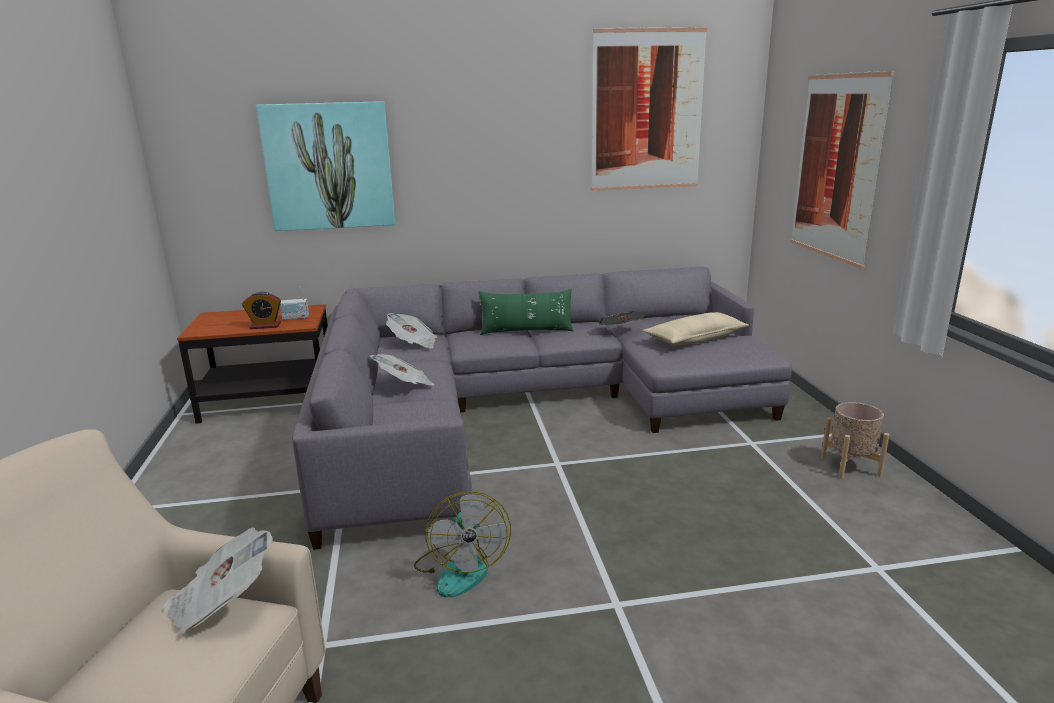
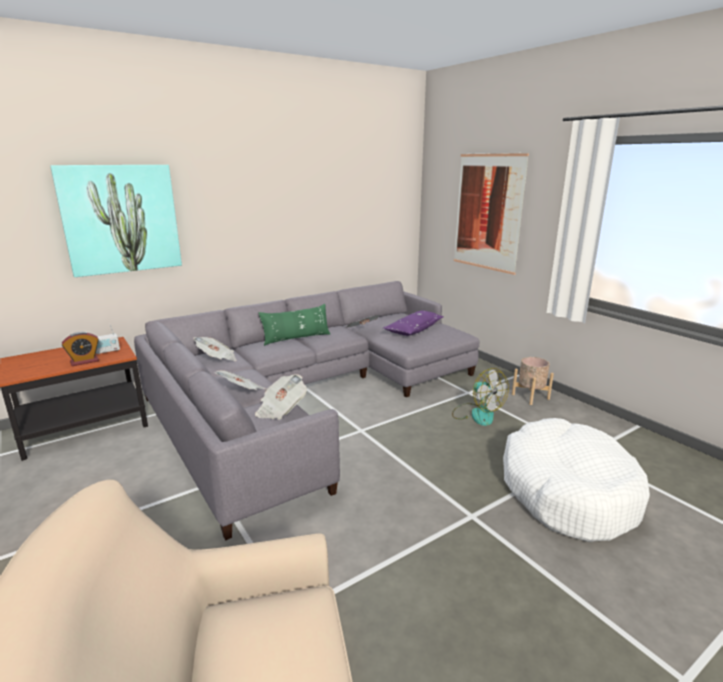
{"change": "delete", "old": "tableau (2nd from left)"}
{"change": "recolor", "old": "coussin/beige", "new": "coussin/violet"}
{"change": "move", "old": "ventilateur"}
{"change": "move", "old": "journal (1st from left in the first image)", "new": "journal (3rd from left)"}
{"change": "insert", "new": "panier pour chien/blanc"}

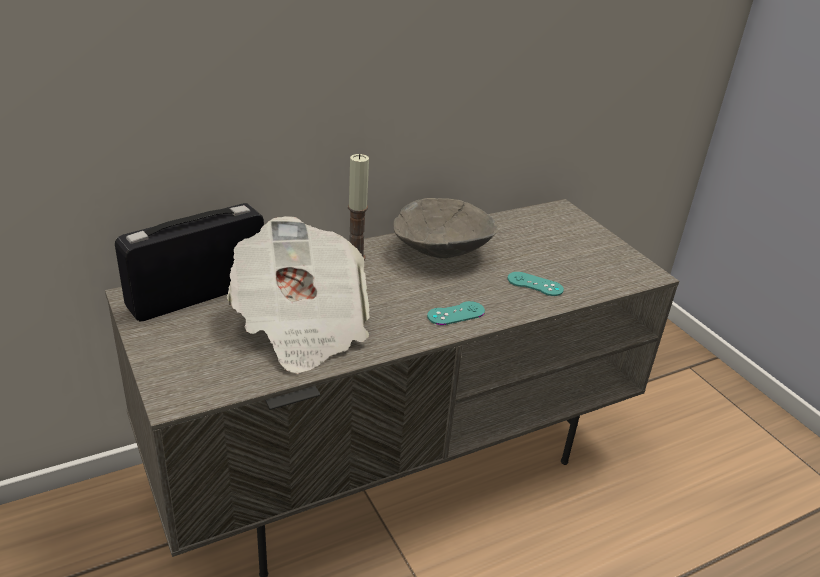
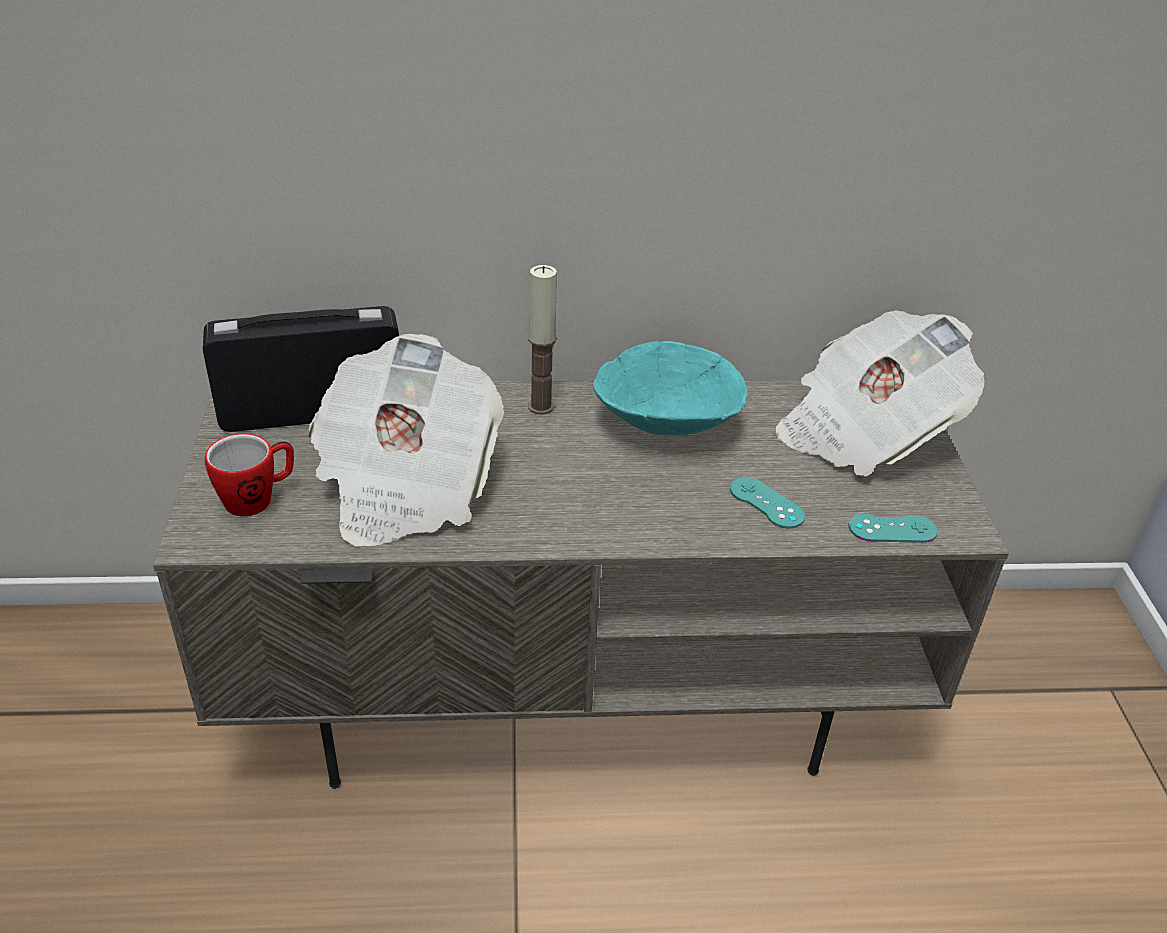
{"change": "recolor", "old": "bol/gris", "new": "bol/turquoise"}
{"change": "move", "old": "manette/turquoise (1st from left in the first image)", "new": "manette/turquoise (2nd from left)"}
{"change": "insert", "new": "journal (2nd from left)"}
{"change": "insert", "new": "mug"}

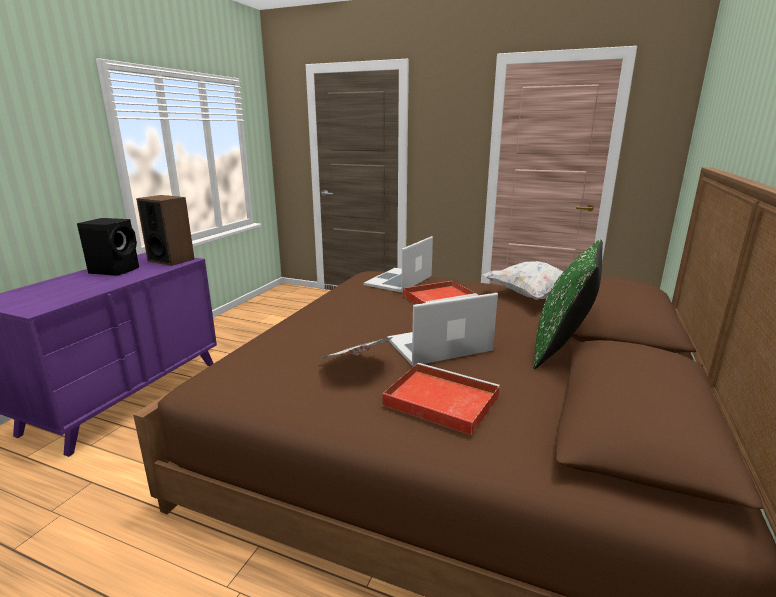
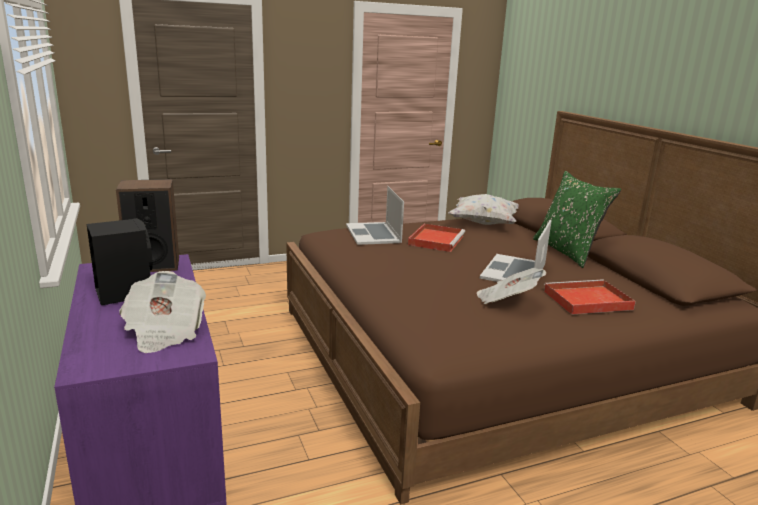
{"change": "insert", "new": "journal (1st from left)"}

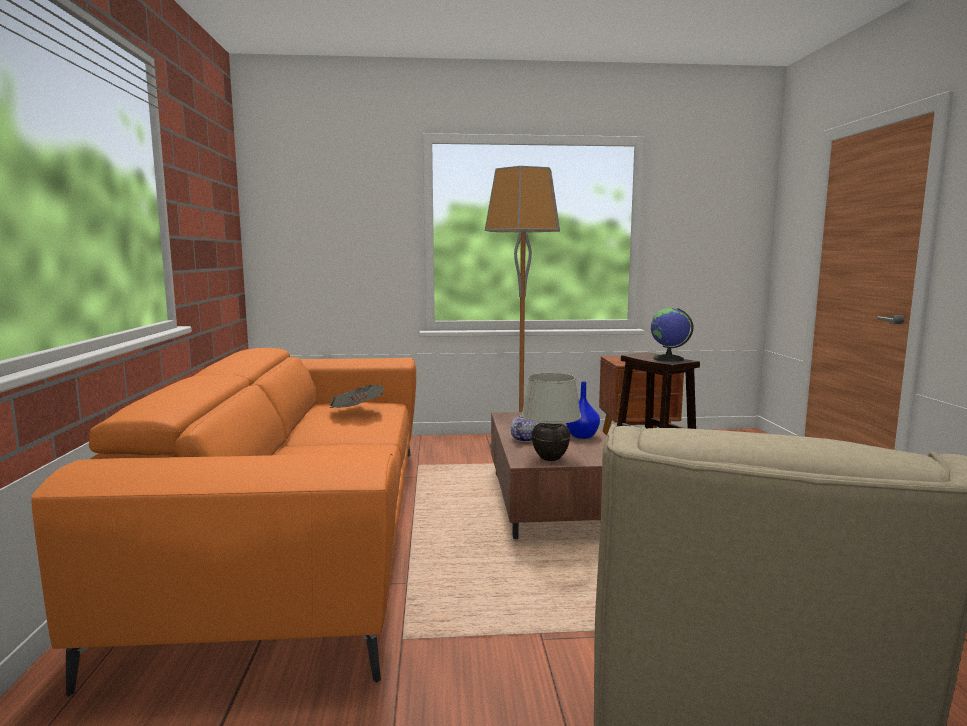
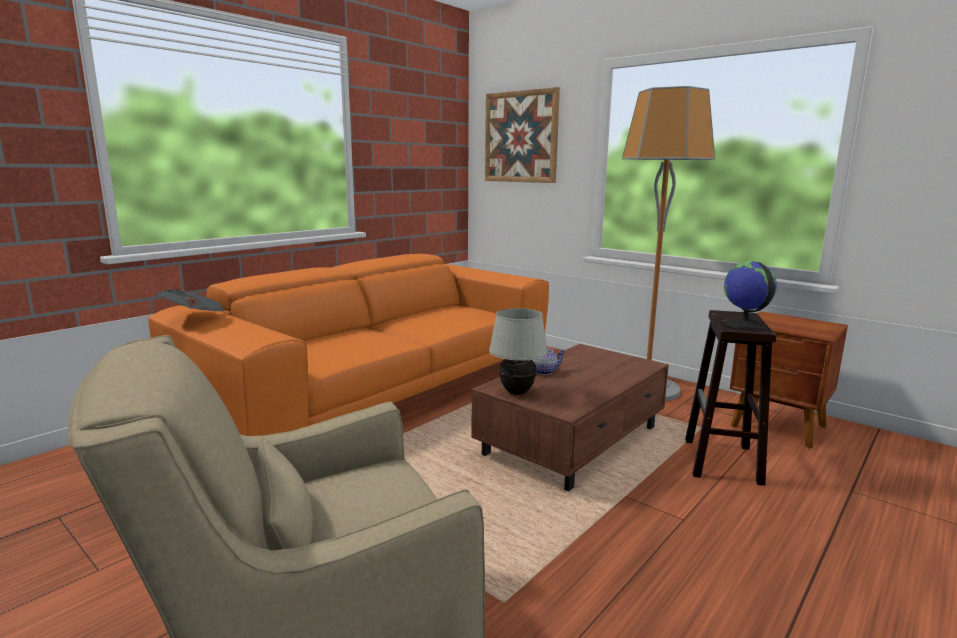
{"change": "delete", "old": "vase/bleu"}
{"change": "move", "old": "journal"}
{"change": "insert", "new": "tableau"}

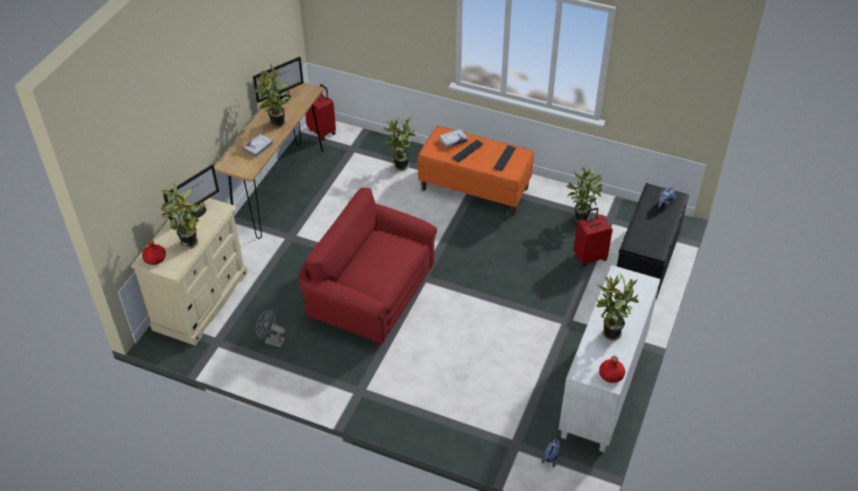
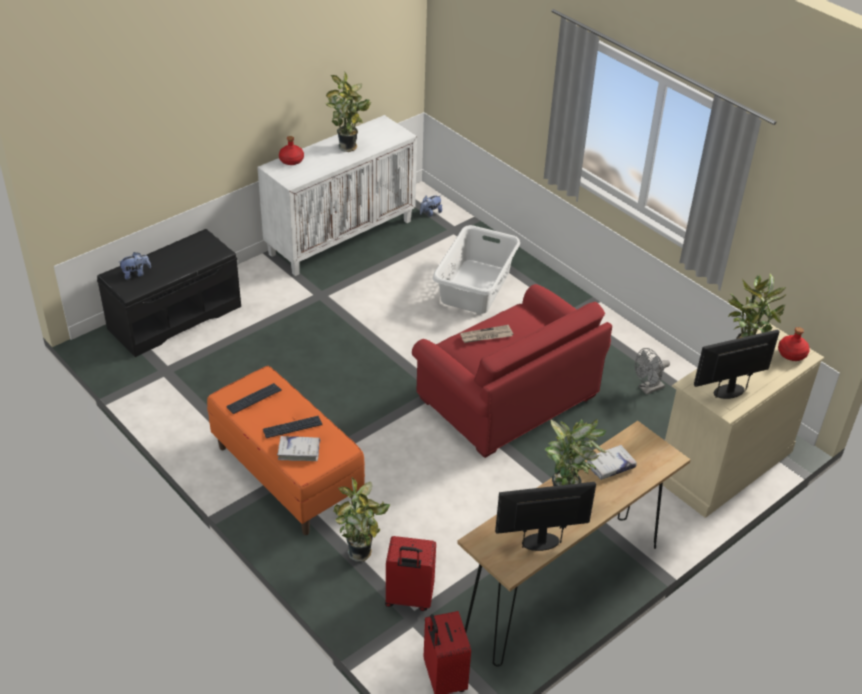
{"change": "delete", "old": "plante en pot (4th from left)"}
{"change": "move", "old": "valise/rouge (2nd from left in the first image)", "new": "valise/rouge (1st from left)"}
{"change": "rotate", "old": "ventilateur/gris", "degrees": 105}
{"change": "move", "old": "bouteille/rouge (2nd from left in the first image)", "new": "bouteille/rouge (1st from left)"}
{"change": "insert", "new": "panier à linge/blanc"}
{"change": "insert", "new": "journal"}

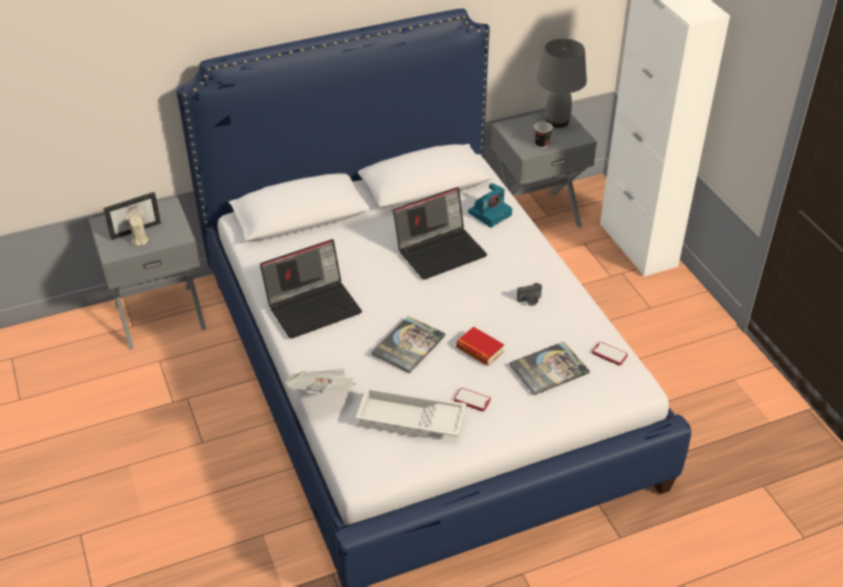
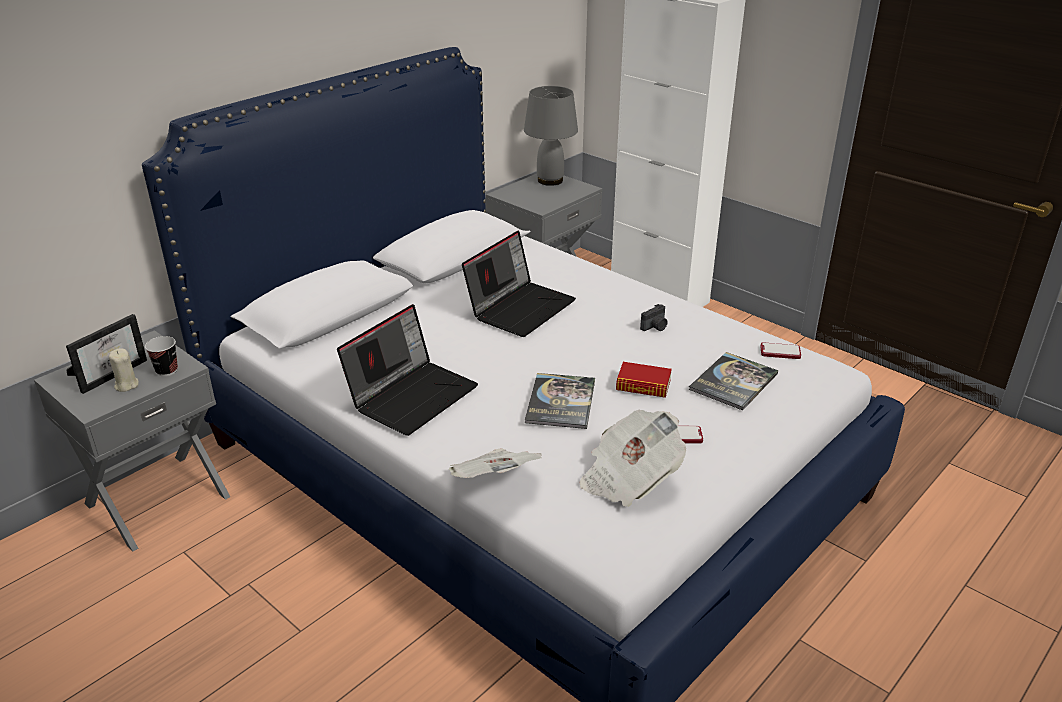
{"change": "move", "old": "tasse"}
{"change": "delete", "old": "appareil photo (1st from left)"}
{"change": "replace", "old": "plateau/blanc", "new": "journal (2nd from left)"}

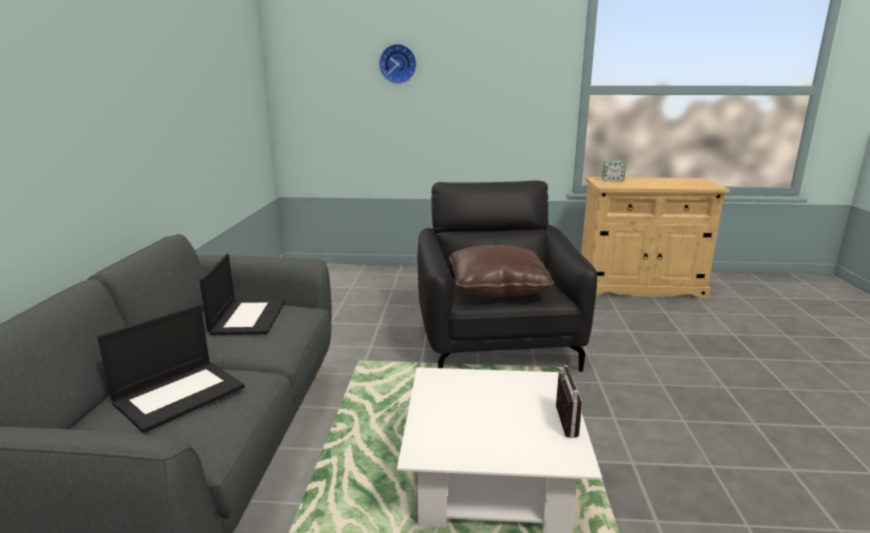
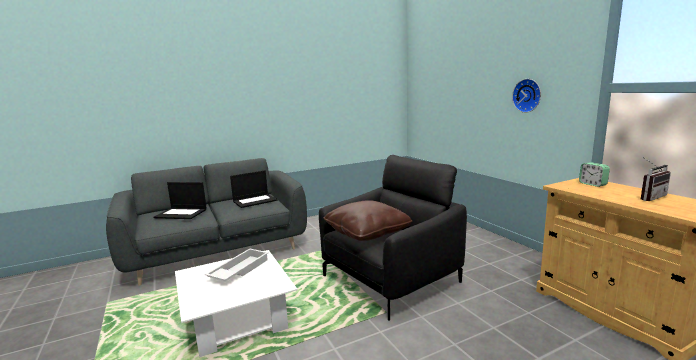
{"change": "move", "old": "horloge murale"}
{"change": "move", "old": "radio"}
{"change": "insert", "new": "plateau/blanc"}

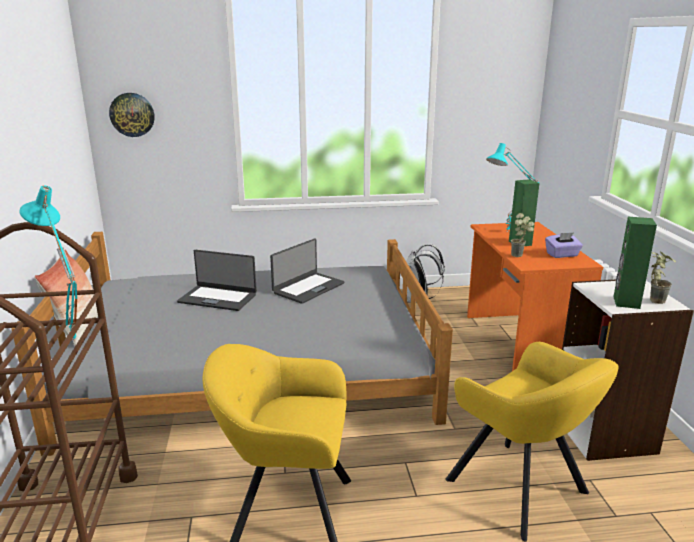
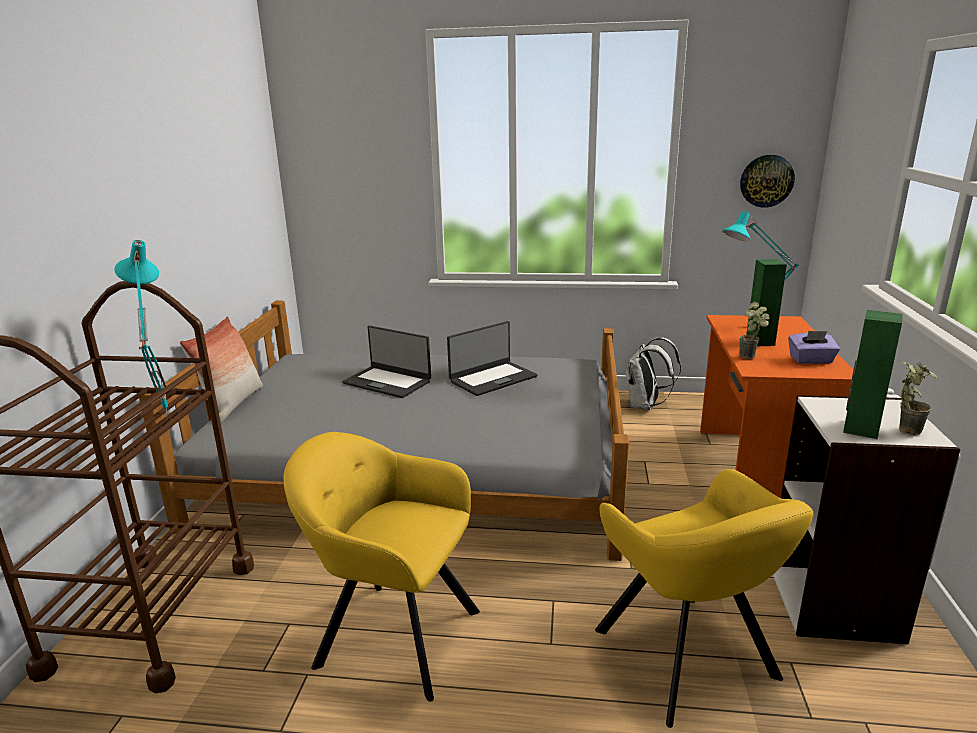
{"change": "move", "old": "horloge murale"}

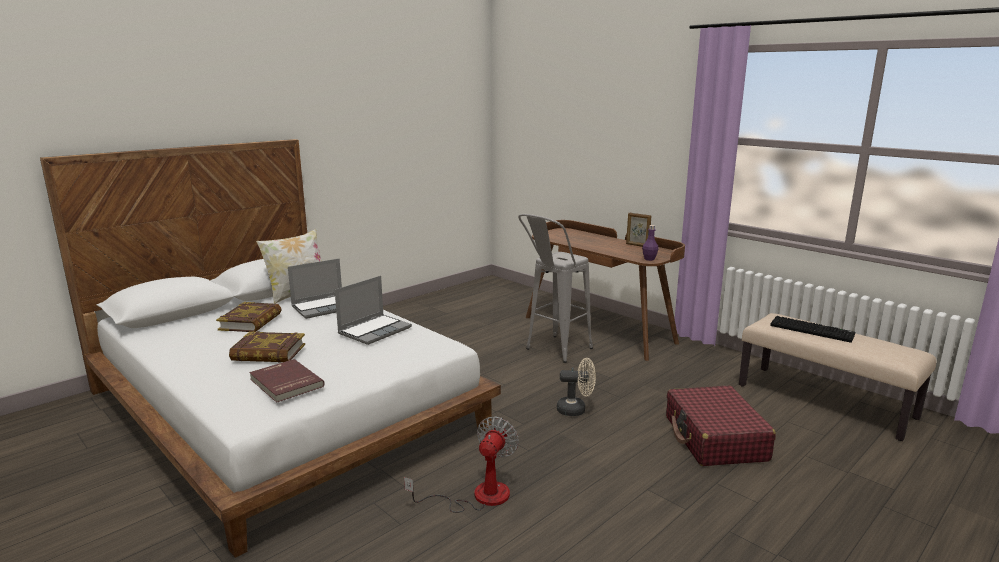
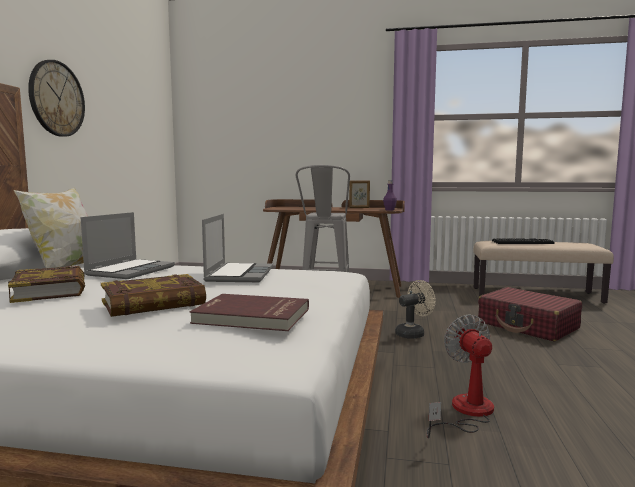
{"change": "insert", "new": "horloge murale"}

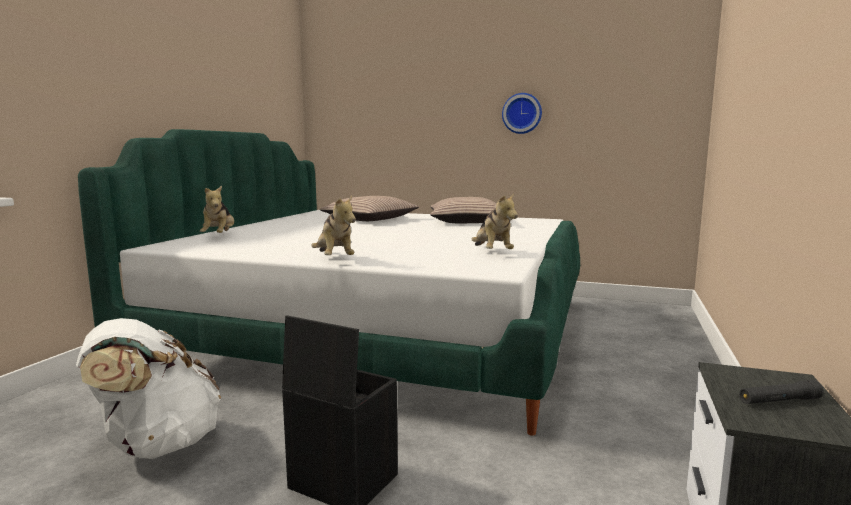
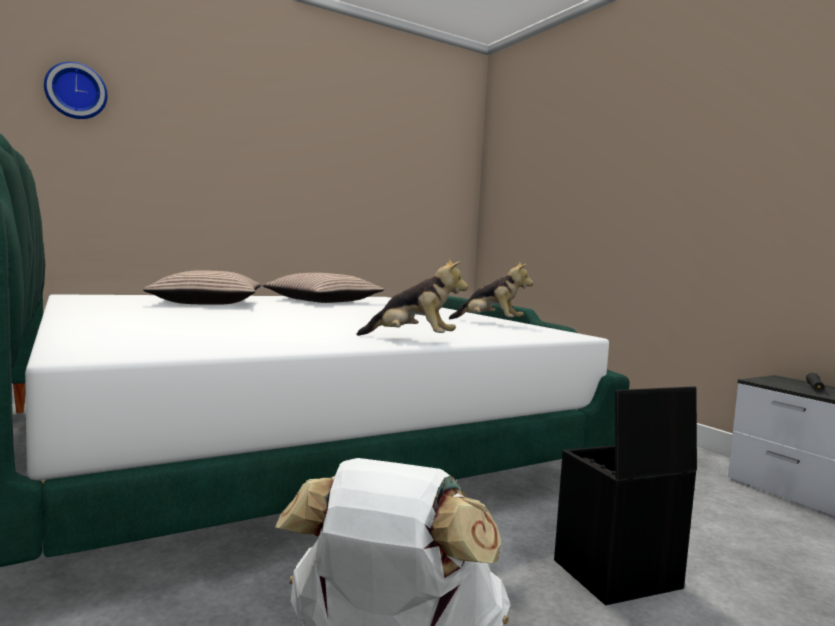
{"change": "move", "old": "horloge murale"}
{"change": "delete", "old": "peluche (1st from left)"}

